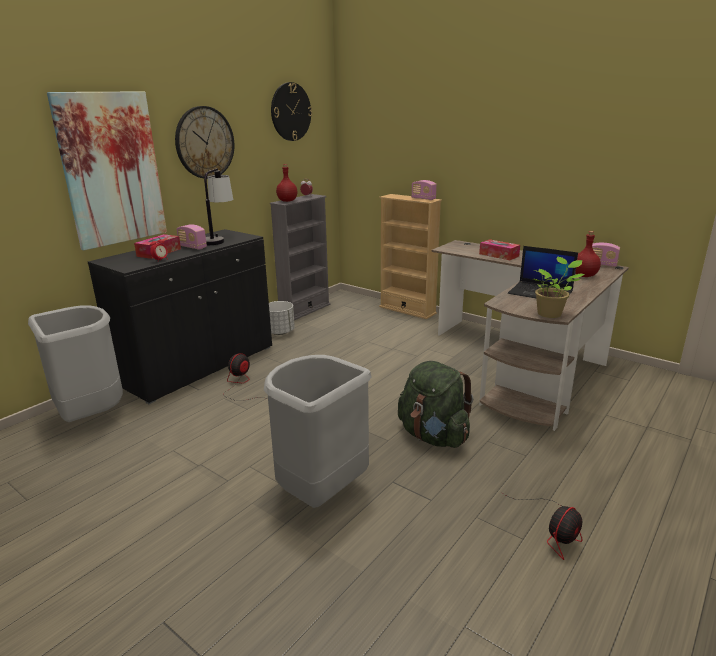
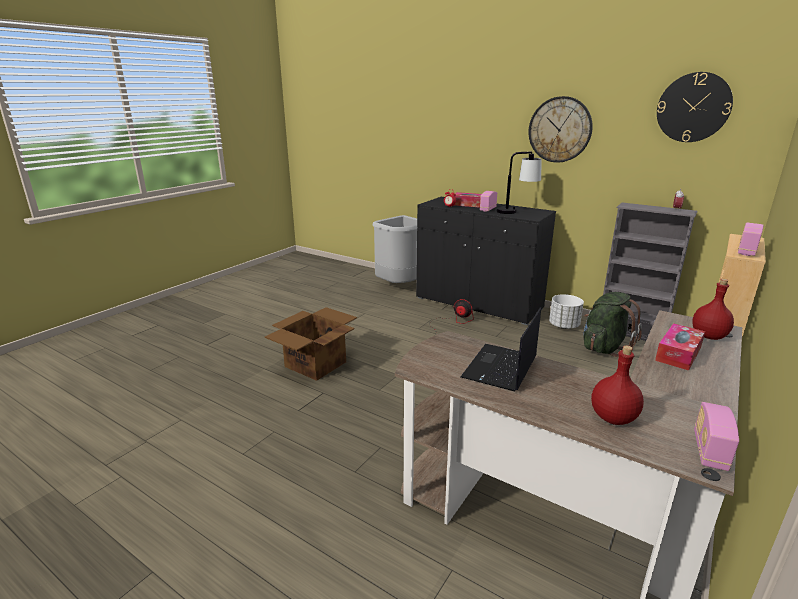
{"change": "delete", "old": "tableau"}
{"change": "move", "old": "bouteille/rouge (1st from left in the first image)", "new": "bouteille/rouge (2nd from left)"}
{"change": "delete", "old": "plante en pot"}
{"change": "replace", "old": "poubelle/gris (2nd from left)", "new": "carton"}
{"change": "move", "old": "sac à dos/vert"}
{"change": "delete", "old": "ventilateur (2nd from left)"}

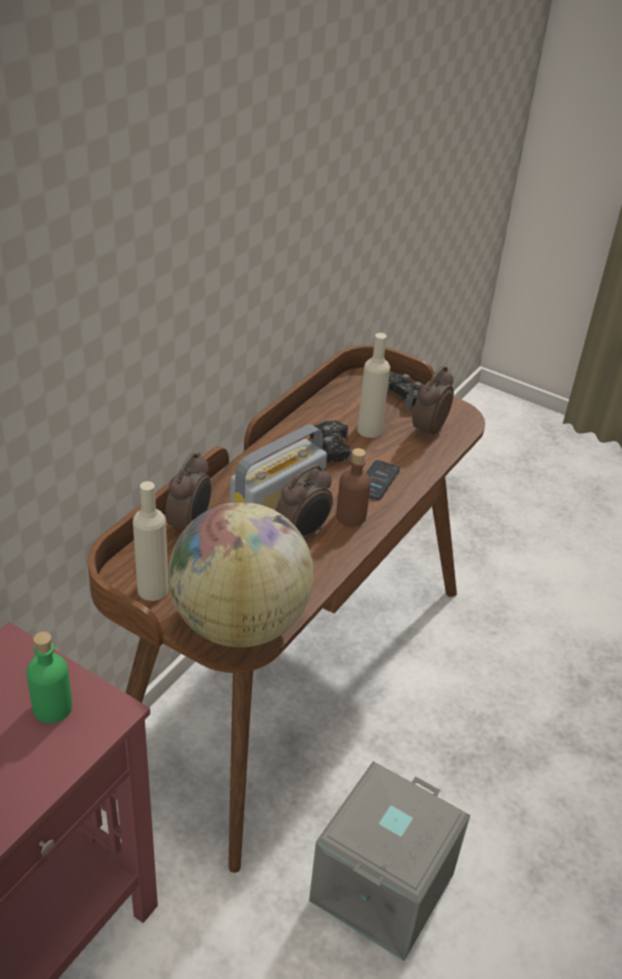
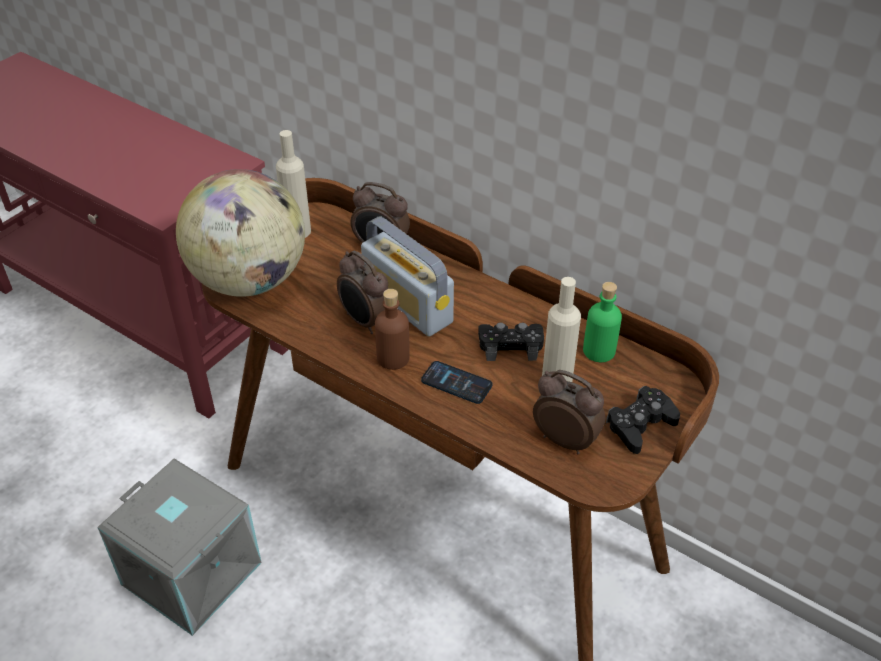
{"change": "move", "old": "bouteille/vert"}

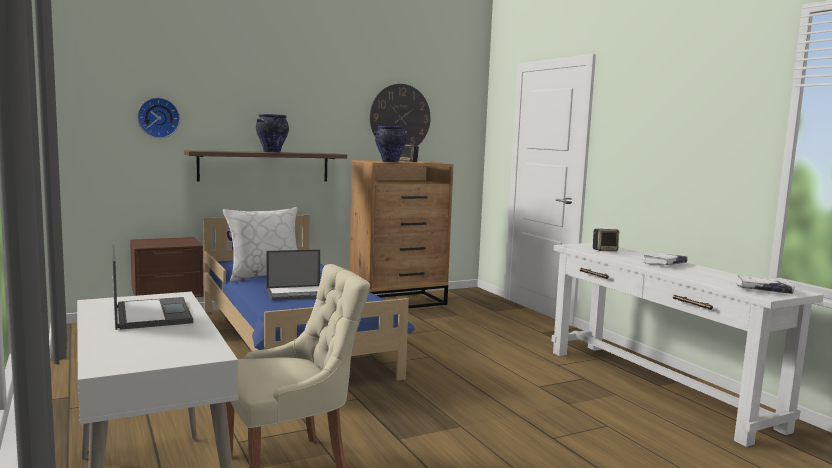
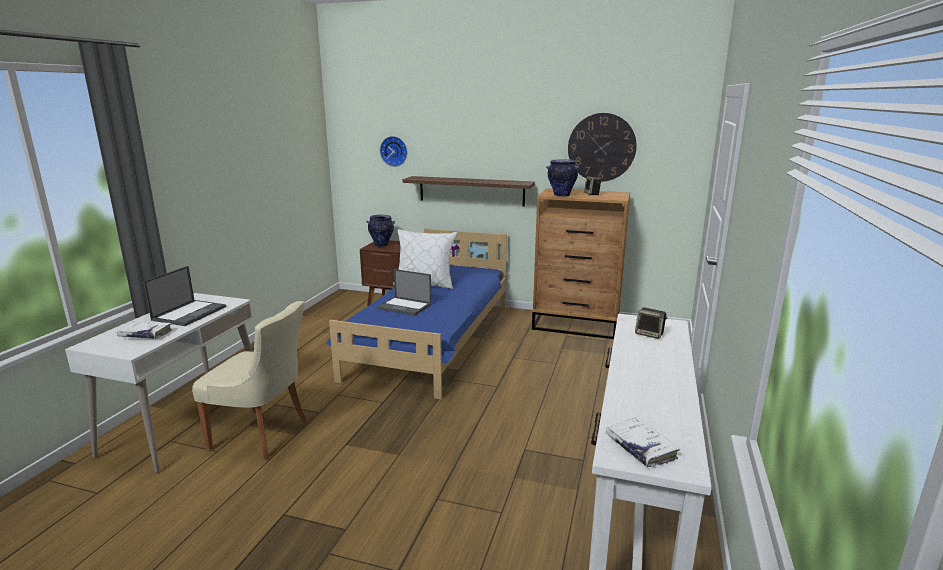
{"change": "move", "old": "vase (1st from left)"}
{"change": "move", "old": "livre/blanc (1st from left)"}

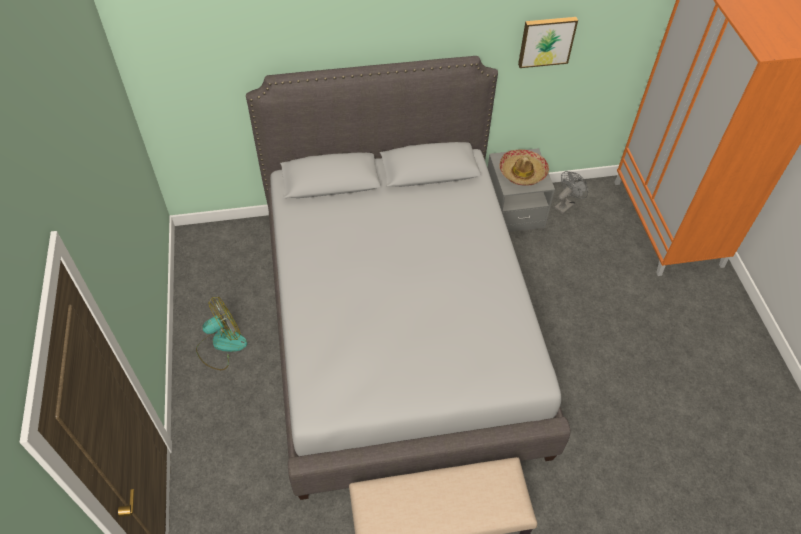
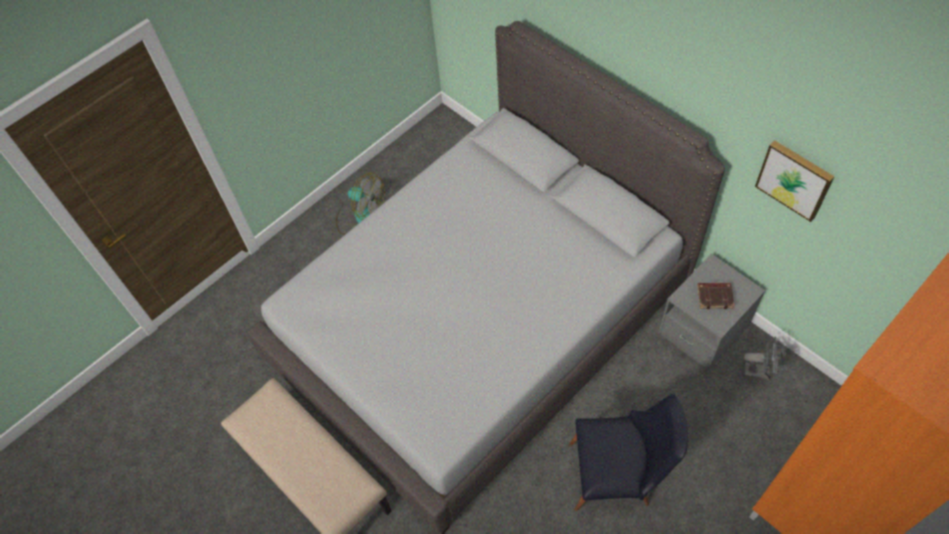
{"change": "replace", "old": "chapeau", "new": "livre/marron"}
{"change": "insert", "new": "chaise/noir"}

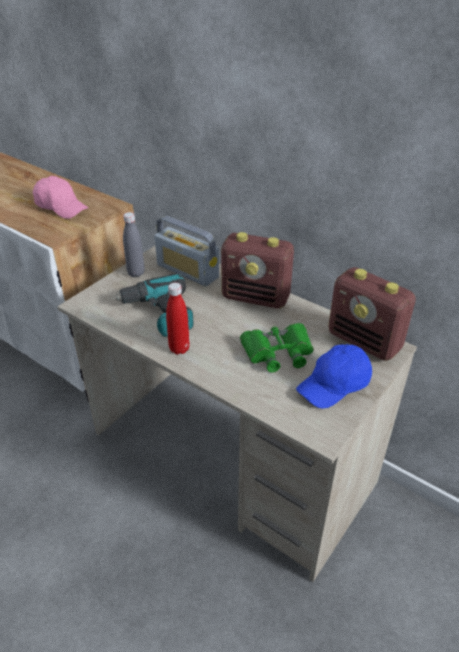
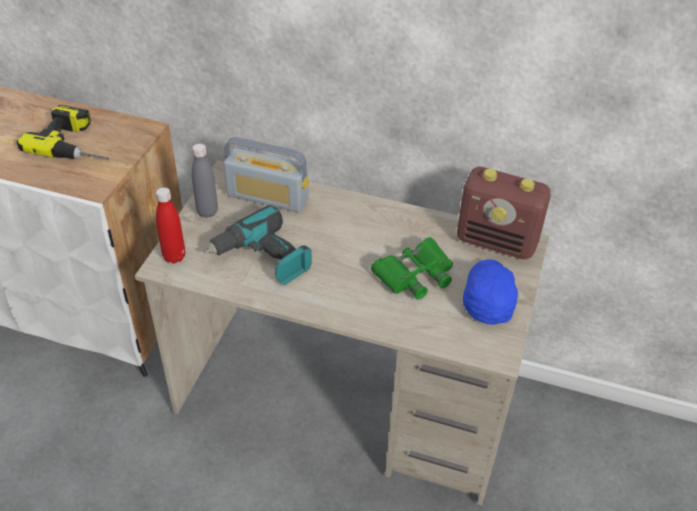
{"change": "replace", "old": "casquette/rose", "new": "perceuse (1st from left)"}
{"change": "delete", "old": "radio (2nd from left)"}
{"change": "move", "old": "bouteille/rouge"}
{"change": "rotate", "old": "casquette/bleu", "degrees": 150}

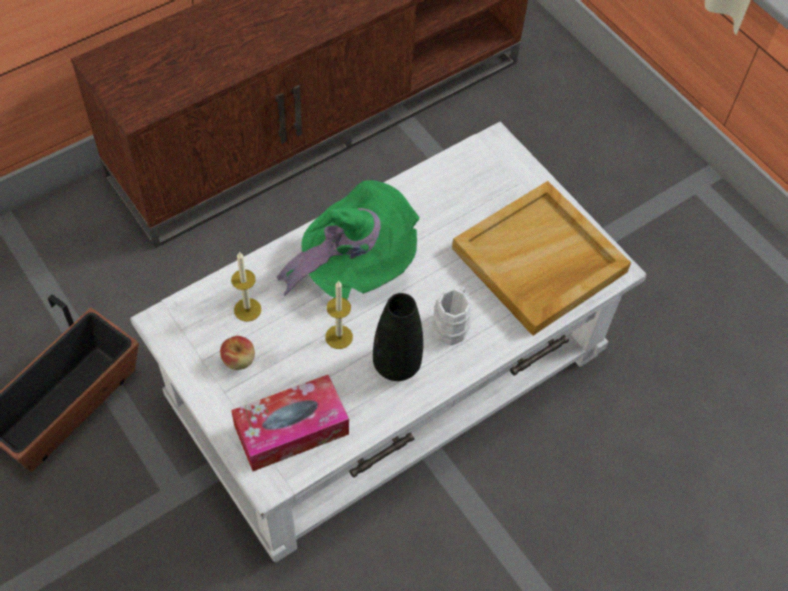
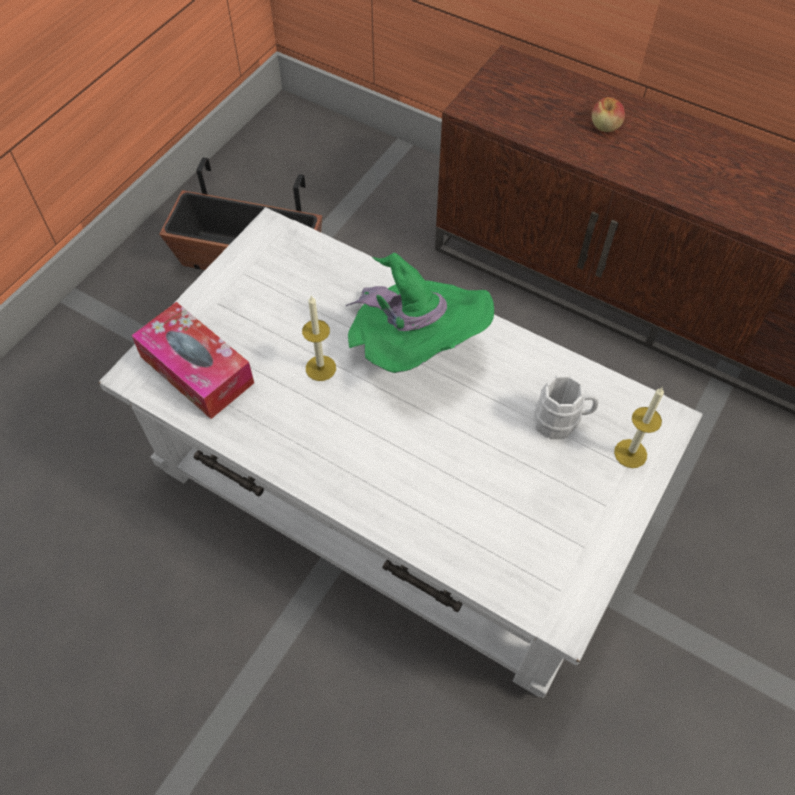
{"change": "delete", "old": "plateau/beige"}
{"change": "move", "old": "bougie (1st from left in the first image)", "new": "bougie (2nd from left)"}
{"change": "move", "old": "mug/blanc"}
{"change": "delete", "old": "vase/noir"}
{"change": "move", "old": "pomme"}

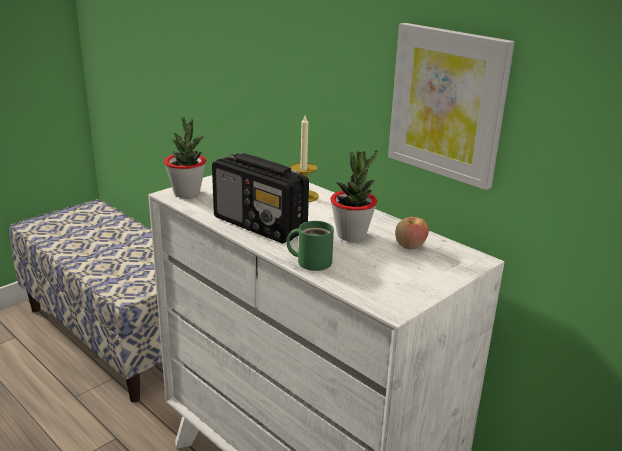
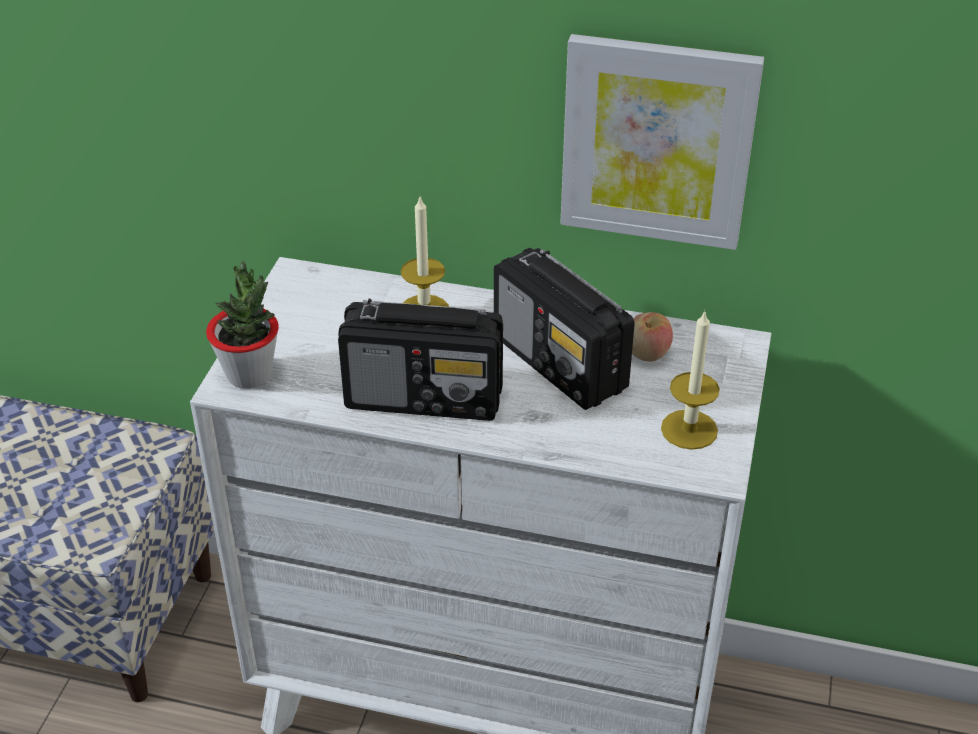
{"change": "replace", "old": "plante en pot (2nd from left)", "new": "radio (2nd from left)"}
{"change": "delete", "old": "mug/vert"}
{"change": "insert", "new": "bougie (2nd from left)"}

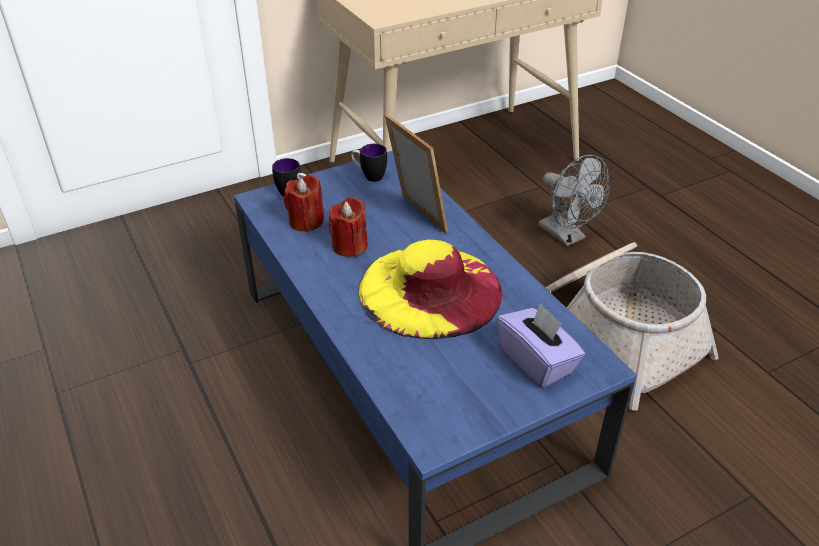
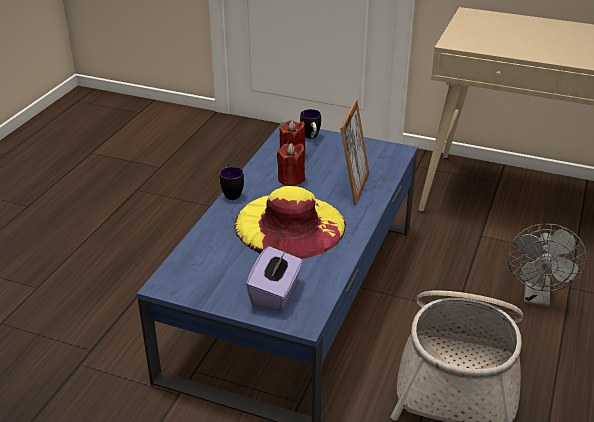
{"change": "move", "old": "mug (2nd from left in the first image)", "new": "mug (1st from left)"}

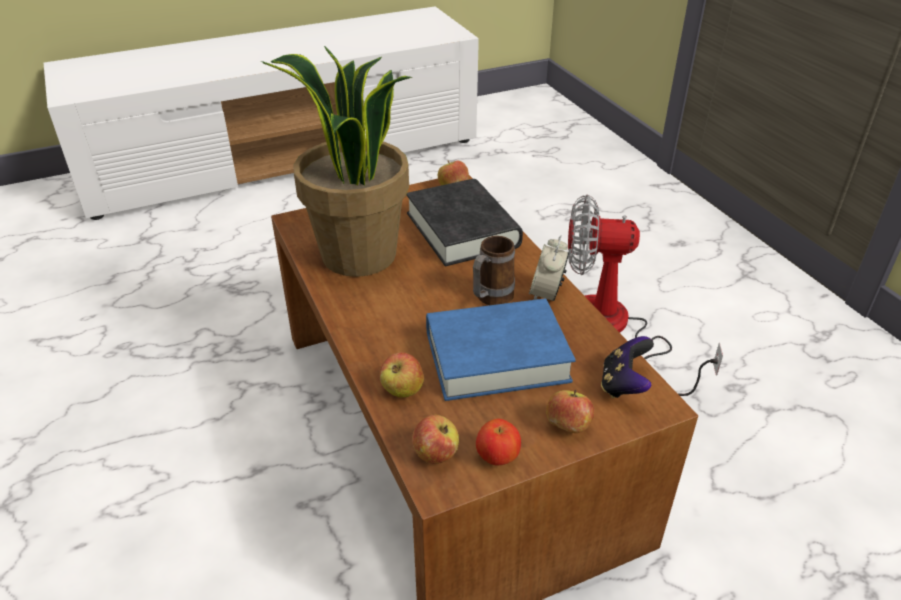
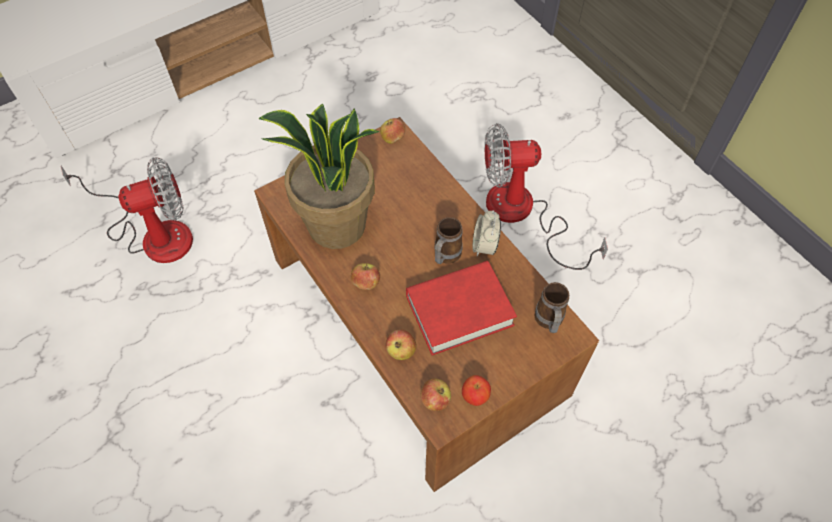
{"change": "delete", "old": "livre/noir"}
{"change": "recolor", "old": "livre/bleu", "new": "livre/rouge"}
{"change": "replace", "old": "manette", "new": "mug (2nd from left)"}
{"change": "move", "old": "pomme (5th from left in the first image)", "new": "pomme (1st from left)"}
{"change": "insert", "new": "ventilateur (1st from left)"}

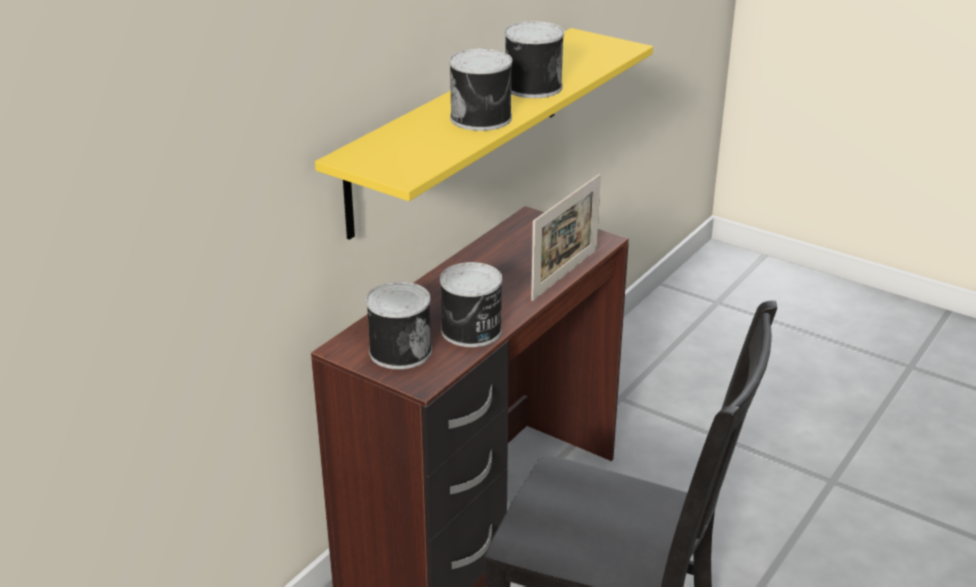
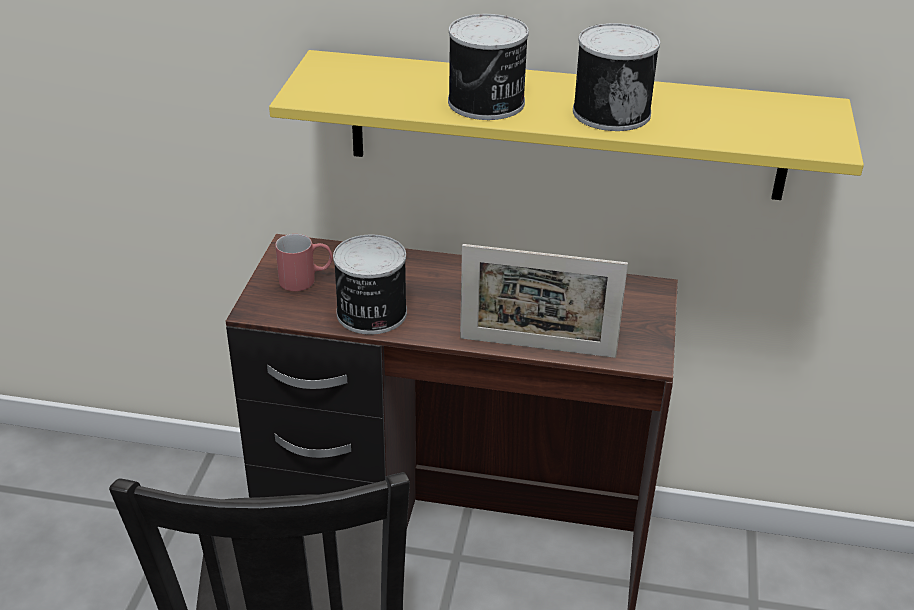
{"change": "replace", "old": "boîte métallique (1st from left)", "new": "mug/rouge"}

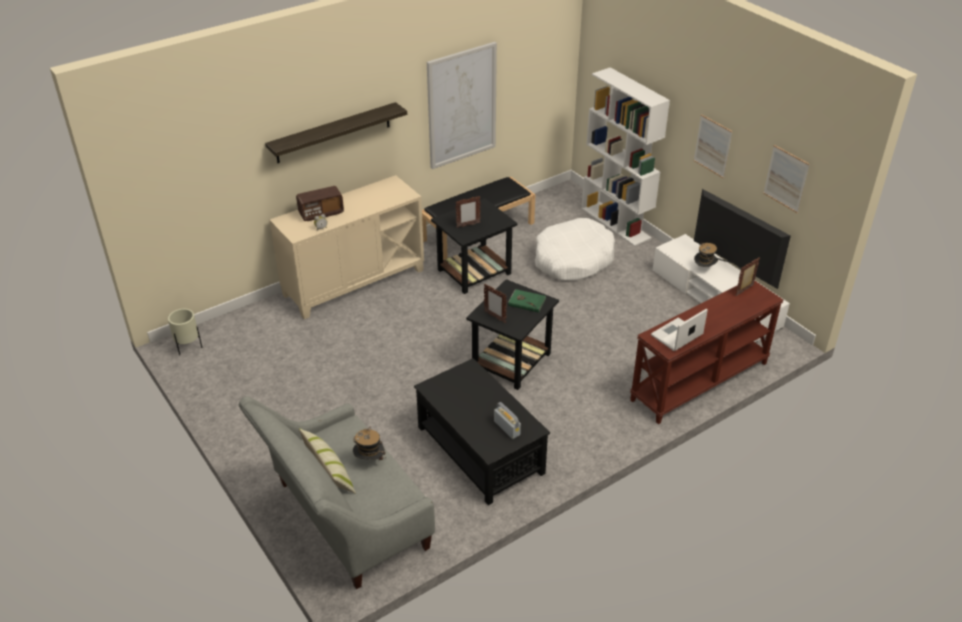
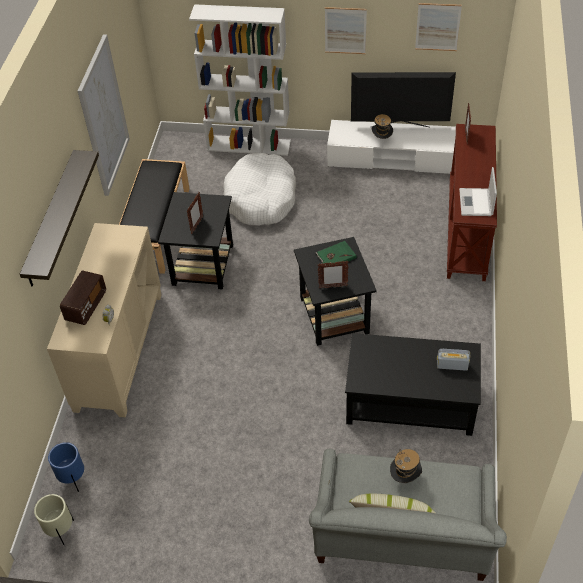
{"change": "insert", "new": "cache-pot/bleu"}

